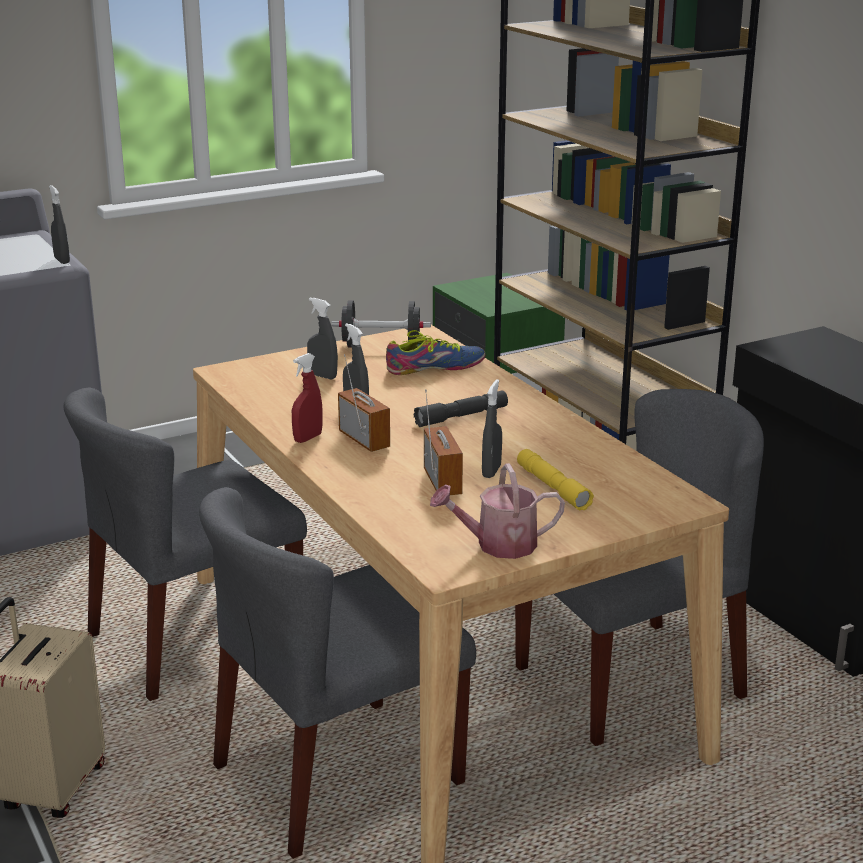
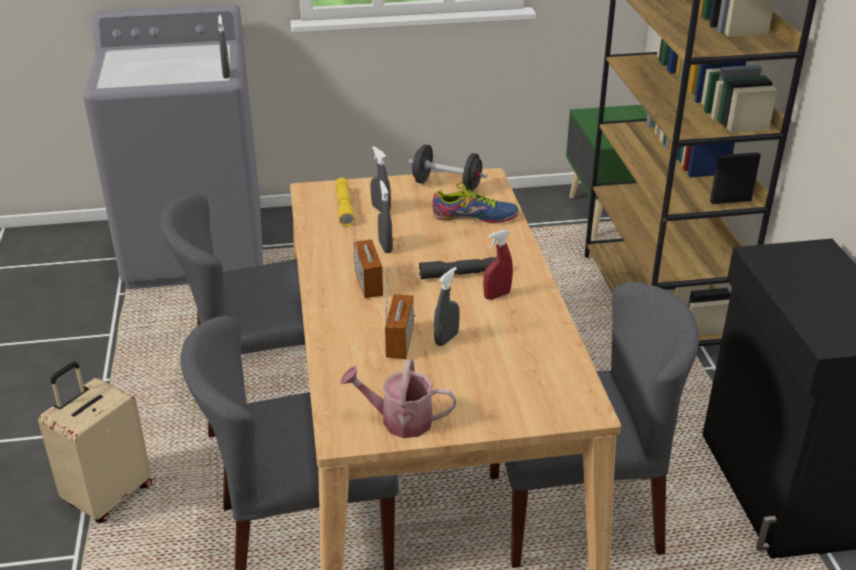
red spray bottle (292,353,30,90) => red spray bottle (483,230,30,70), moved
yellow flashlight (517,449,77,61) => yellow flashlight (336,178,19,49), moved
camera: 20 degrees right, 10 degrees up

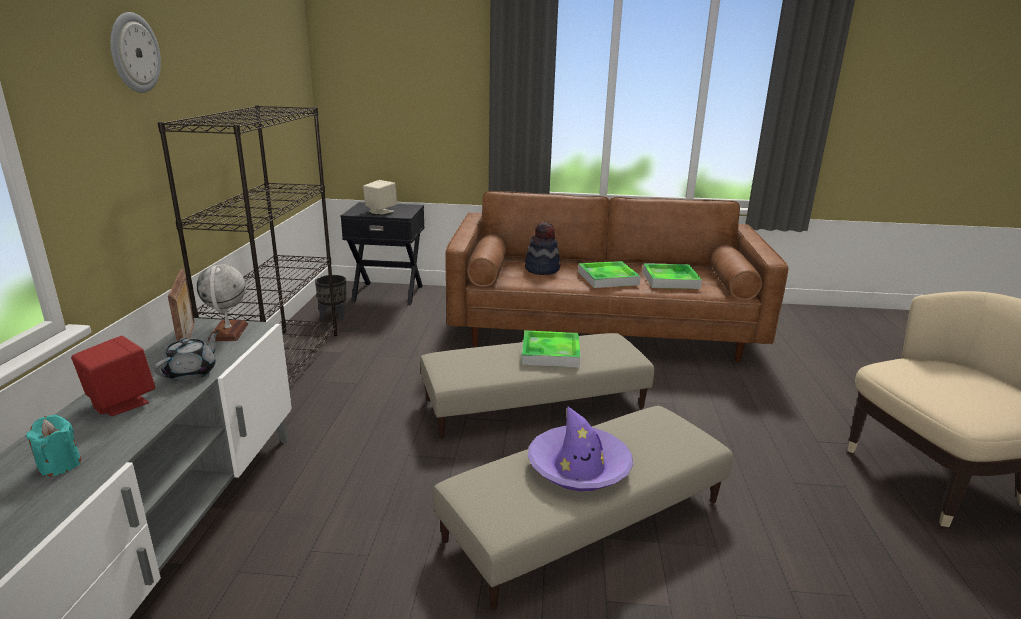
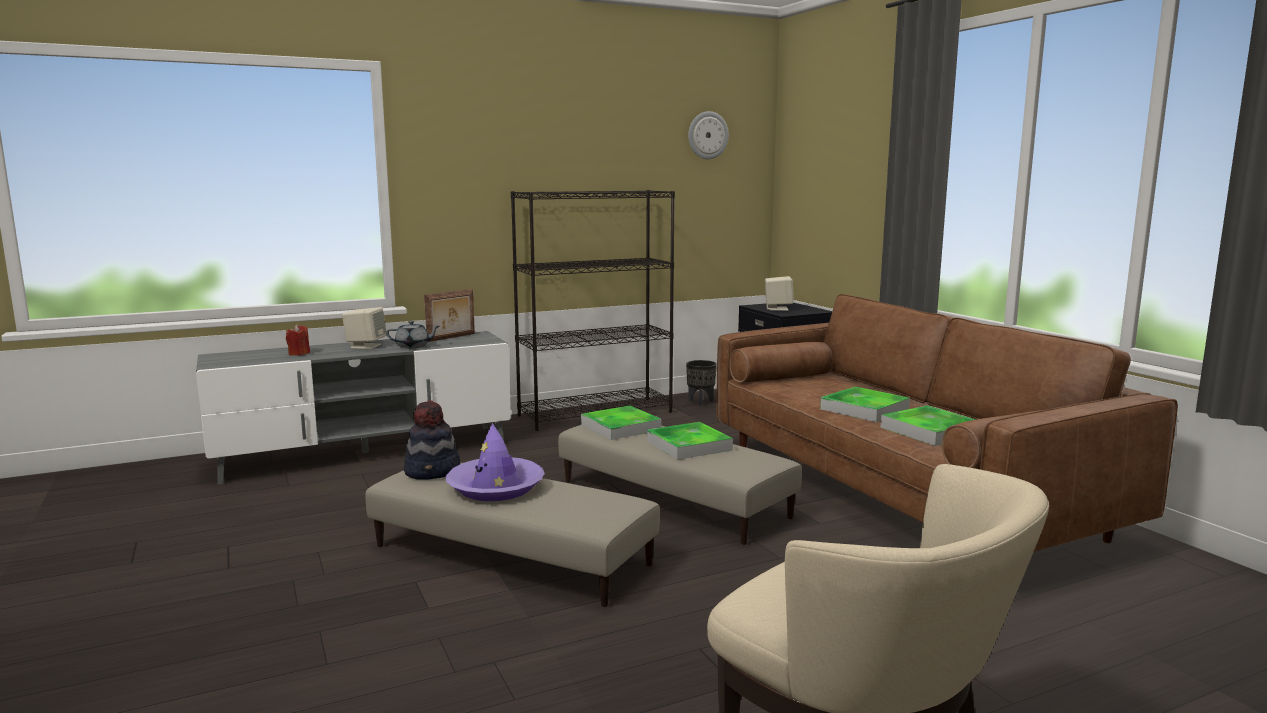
turquoise candle (26,415,55,61) => red candle (286,325,24,31)
red speaker (71,336,84,80) => beige speaker (342,307,44,42)
wall clock (110,12,51,81) => wall clock (688,111,41,48), moved
globe (197,264,51,77) => nothing
hat (525,222,35,53) => hat (404,400,56,80), moved
nothing => tray (581,406,81,34)
camera: 60 degrees right, 10 degrees down

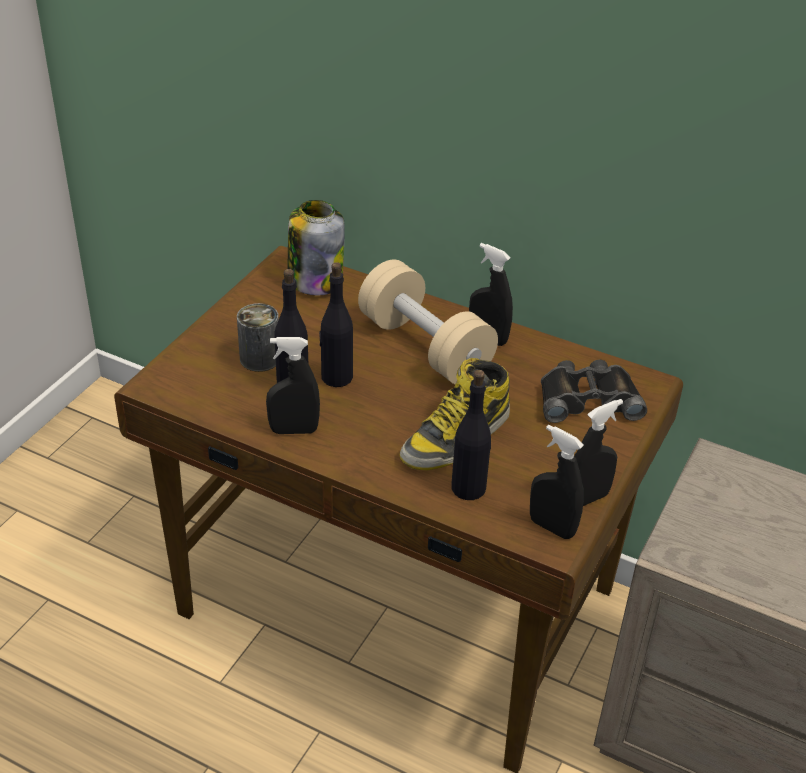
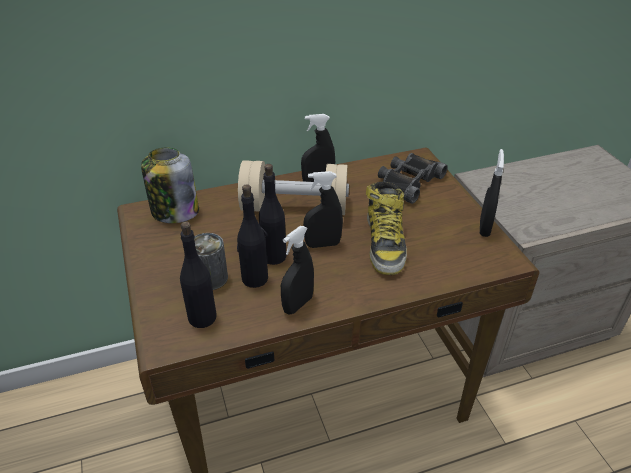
black bottle (451,370,40,130) => black bottle (180,221,37,107), moved
black spray bottle (530,424,54,115) => black spray bottle (303,171,40,77), moved
camera: 45 degrees left, 0 degrees up

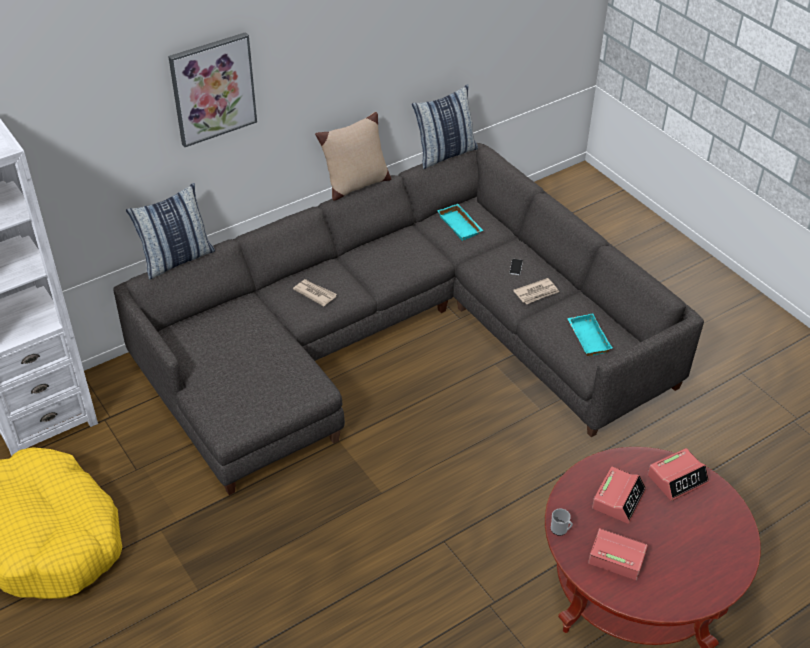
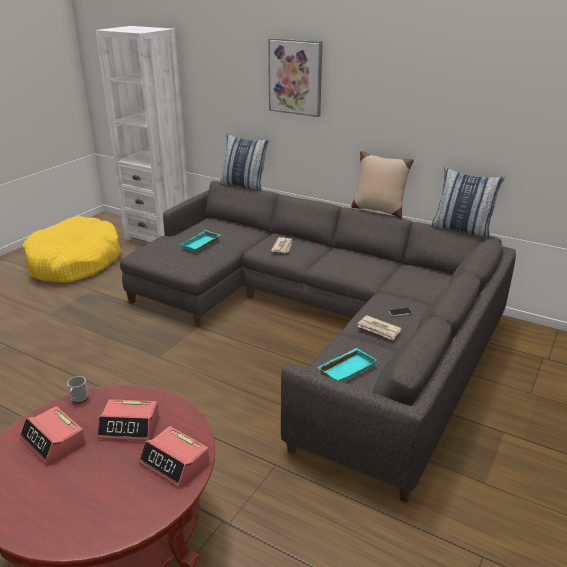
turquoise tray (437,204,47,37) => turquoise tray (180,230,40,21), moved
alarm clock (588,528,60,52) => alarm clock (20,406,65,58), 135 degrees clockwise
camera: 65 degrees right, 15 degrees down

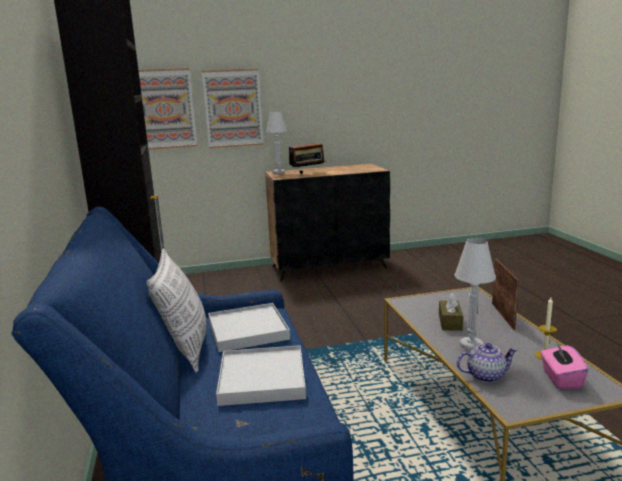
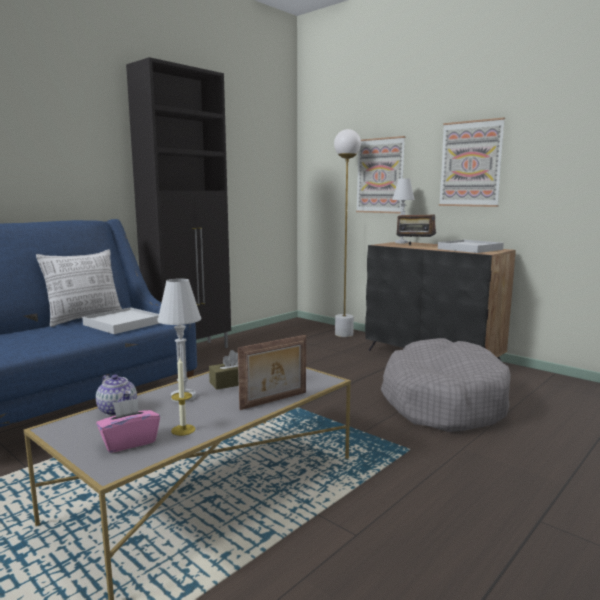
picture (139,68,58,82) => picture (439,117,66,90), moved
white tray (216,345,90,61) => white tray (438,240,66,13), moved
nothing => white floor lamp (334,129,27,208)
nothing => grey dog bed (381,338,130,94)
camera: 55 degrees right, 5 degrees down

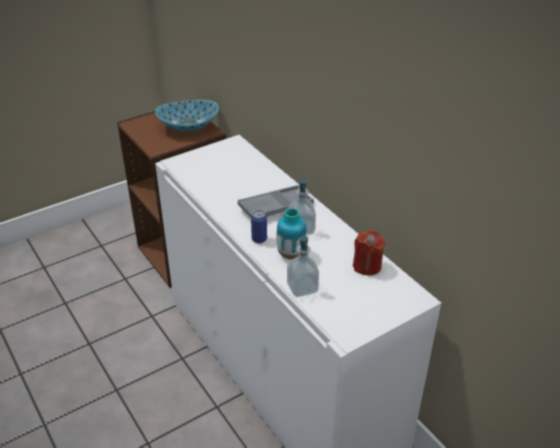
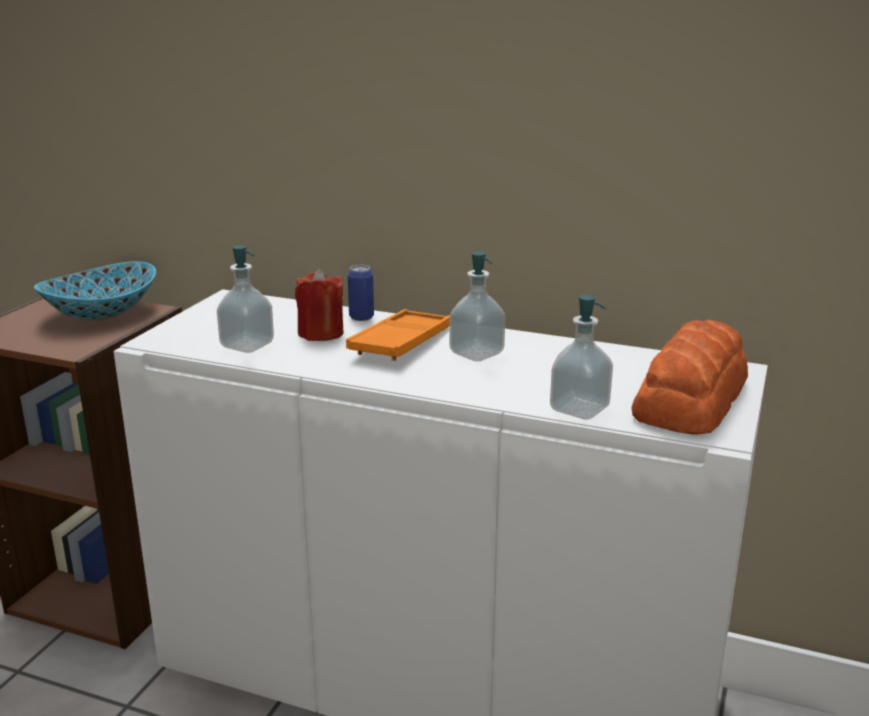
grey tray (238,185,76,33) => orange tray (346,309,104,52)
can (251,210,16,33) => can (348,265,26,56), moved
vase (276,208,31,51) => nothing
red candle (353,230,33,46) => red candle (295,269,49,72), moved
nothing => soap dispenser (217,245,57,108)
nothing => bread (631,320,117,115)
camera: 35 degrees left, 15 degrees down

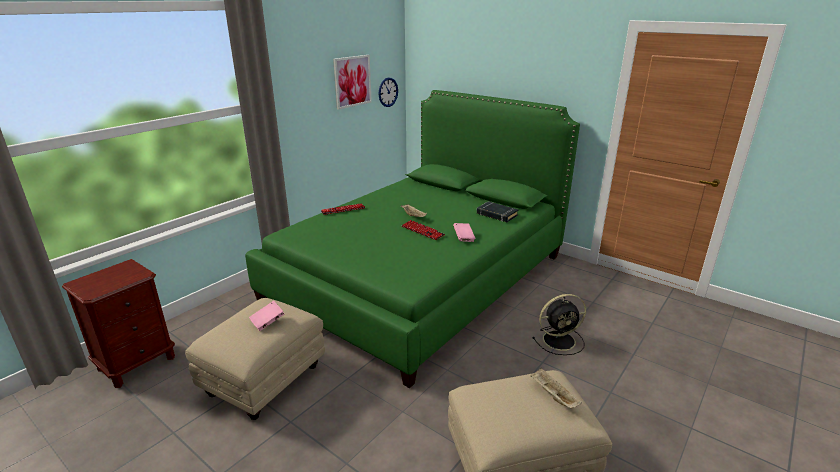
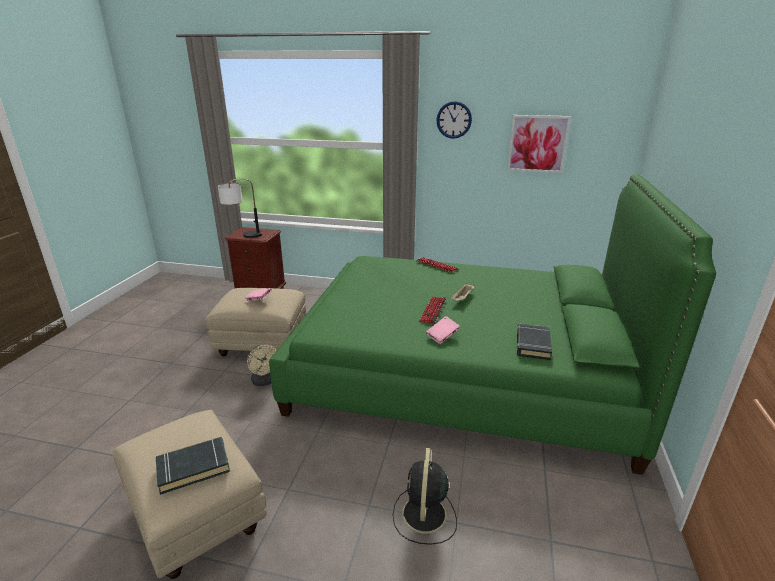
wall clock (379,78,19,29) => wall clock (436,101,36,38), moved
beige tray (531,368,51,40) => black book (156,437,74,58)
black fan (532,294,54,61) => black fan (393,448,64,97), 45 degrees clockwise
nothing => table lamp (218,179,44,59)
nothing => beige fan (247,345,30,41)
camera: 65 degrees right, 0 degrees up

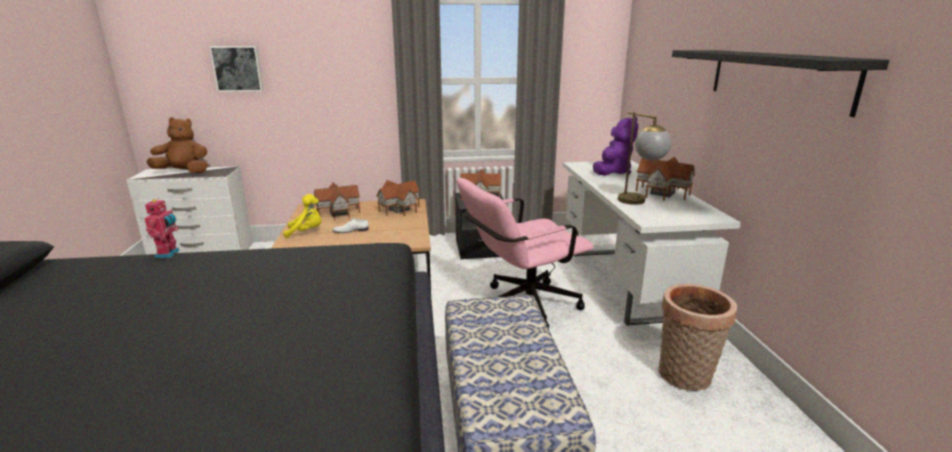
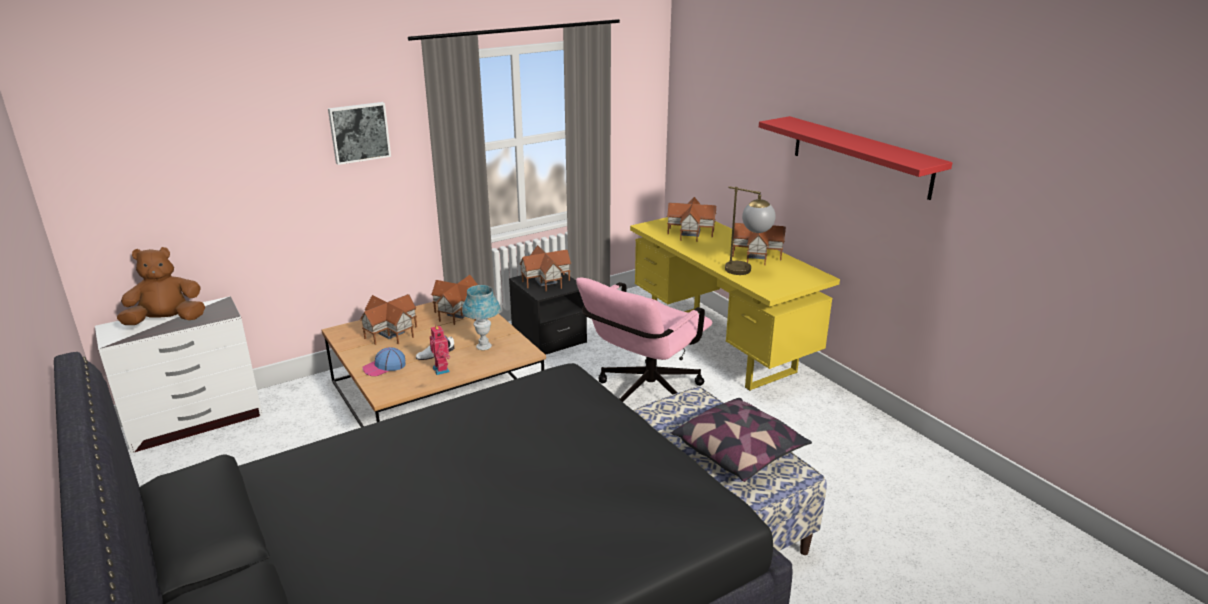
toy robot (144,198,36,60) => toy robot (430,326,21,49), moved
picture (209,46,55,46) => picture (328,102,63,63), moved
yellow plush toy (284,194,37,44) => cap (362,347,43,29)
white desk (563,160,178,166) => yellow desk (630,217,210,174)
purple plush toy (593,117,45,59) => toy house (667,197,50,45)
basket (658,284,79,107) => nothing
black shelf (672,50,217,67) => red shelf (759,116,194,84)
nothing => blue table lamp (462,285,38,65)
nothing => pillow (672,398,140,84)
camera: 25 degrees left, 5 degrees up

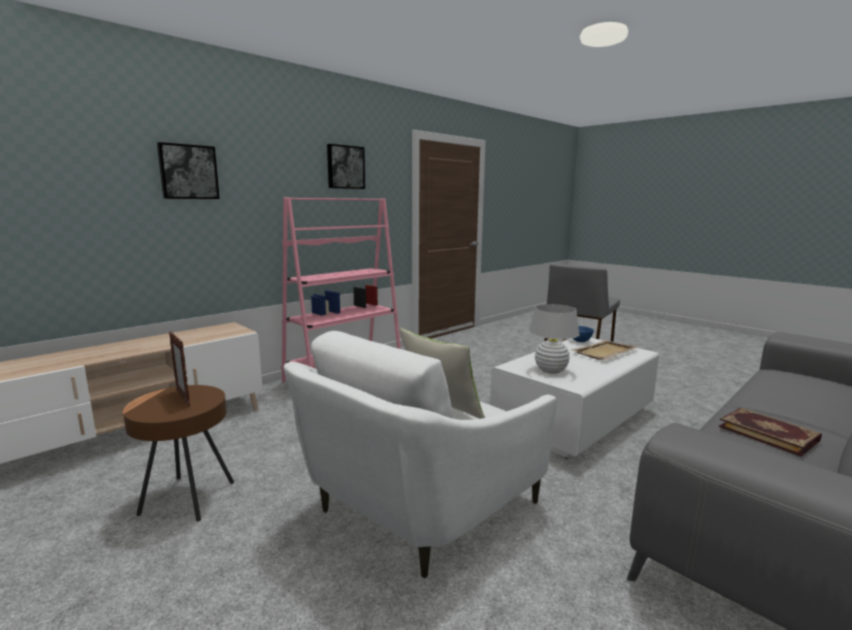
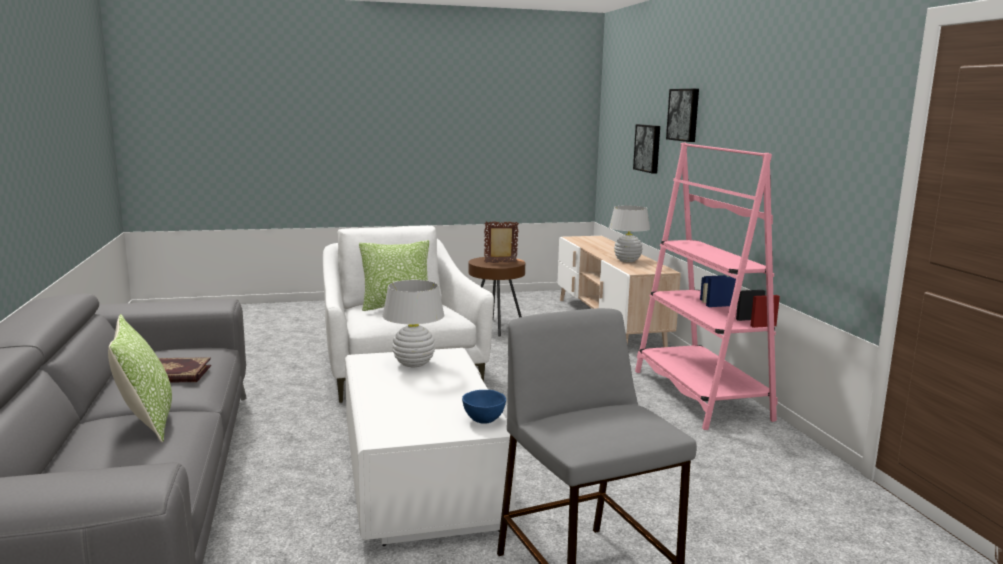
picture (327,144,38,45) => picture (633,124,27,49), moved
beige tray (571,340,68,20) => nothing
nothing => pillow (108,314,64,129)
nothing => white table lamp (609,205,41,57)
camera: 120 degrees right, 0 degrees up

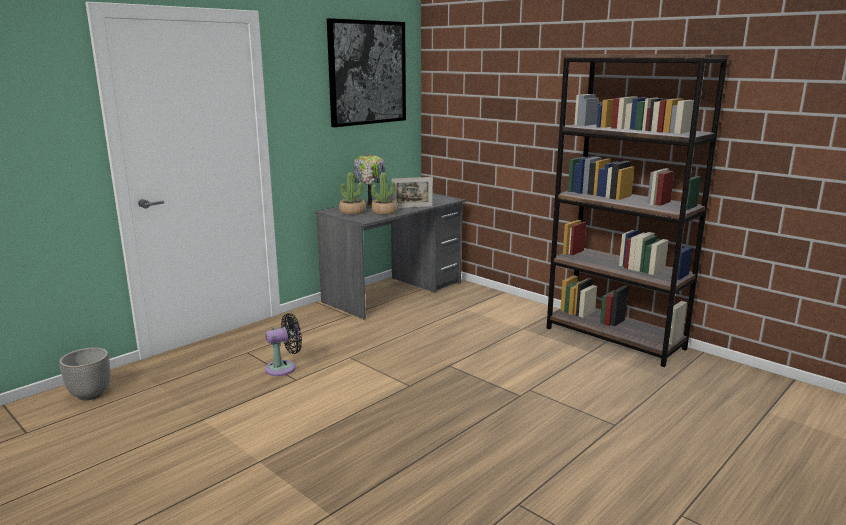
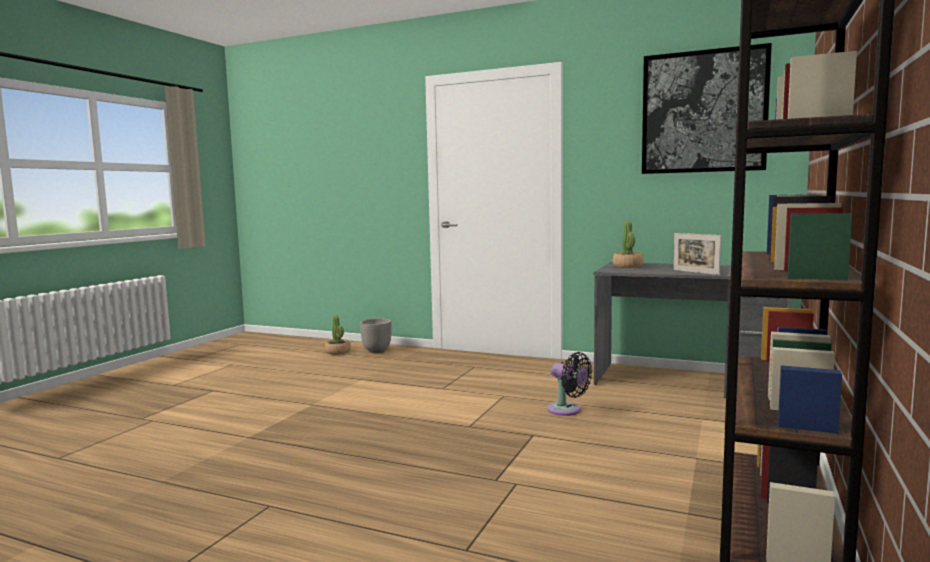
black fan (265,313,37,63) => black fan (548,352,44,64), moved
table lamp (353,154,32,53) => nothing
potted plant (371,172,27,43) => potted plant (325,315,26,40), moved
camera: 70 degrees right, 10 degrees down

